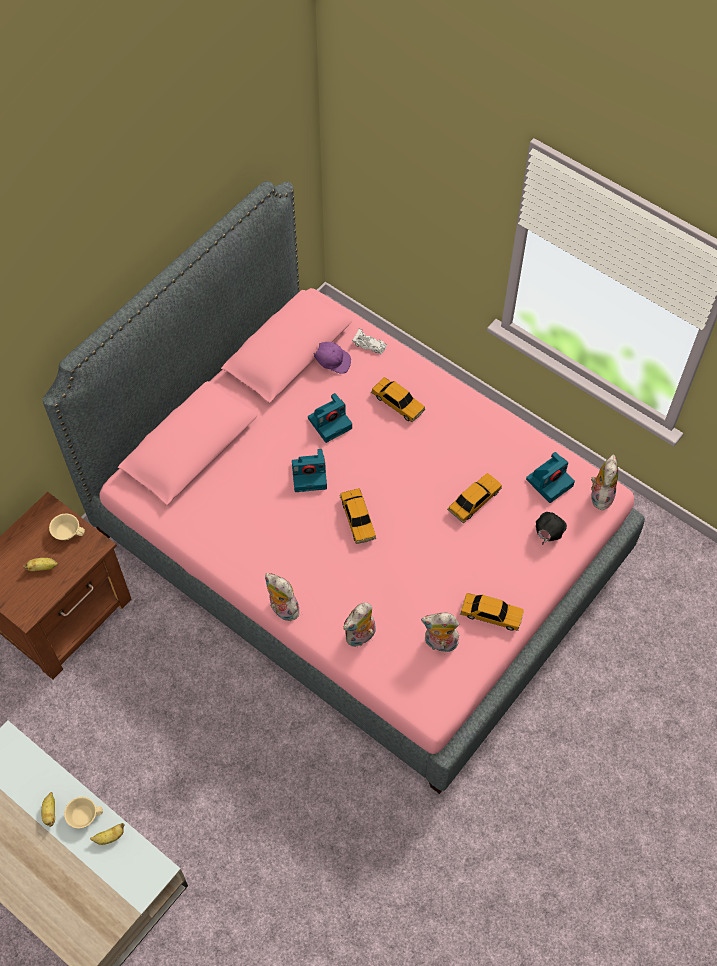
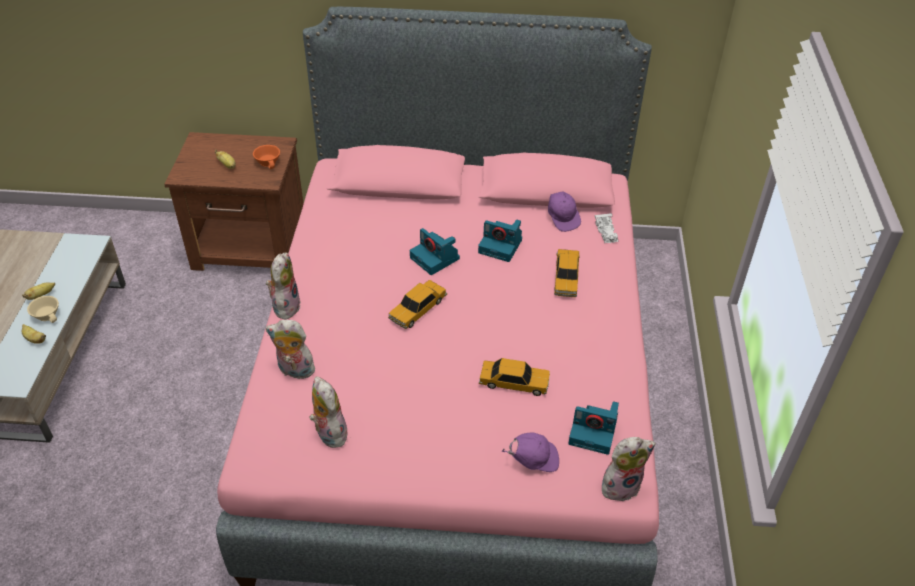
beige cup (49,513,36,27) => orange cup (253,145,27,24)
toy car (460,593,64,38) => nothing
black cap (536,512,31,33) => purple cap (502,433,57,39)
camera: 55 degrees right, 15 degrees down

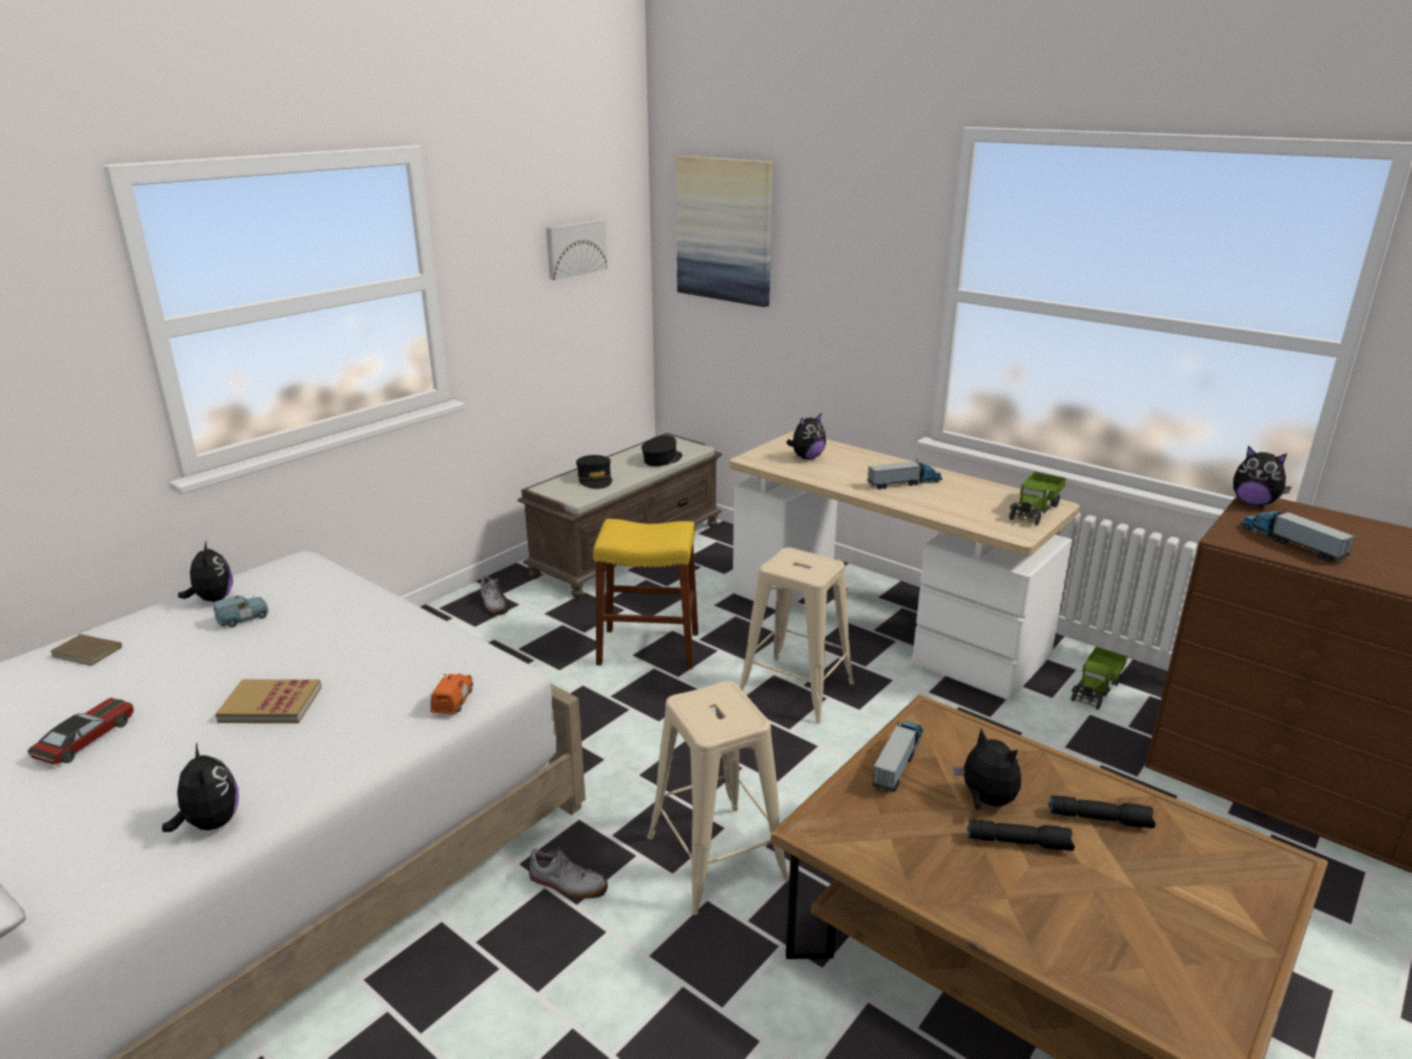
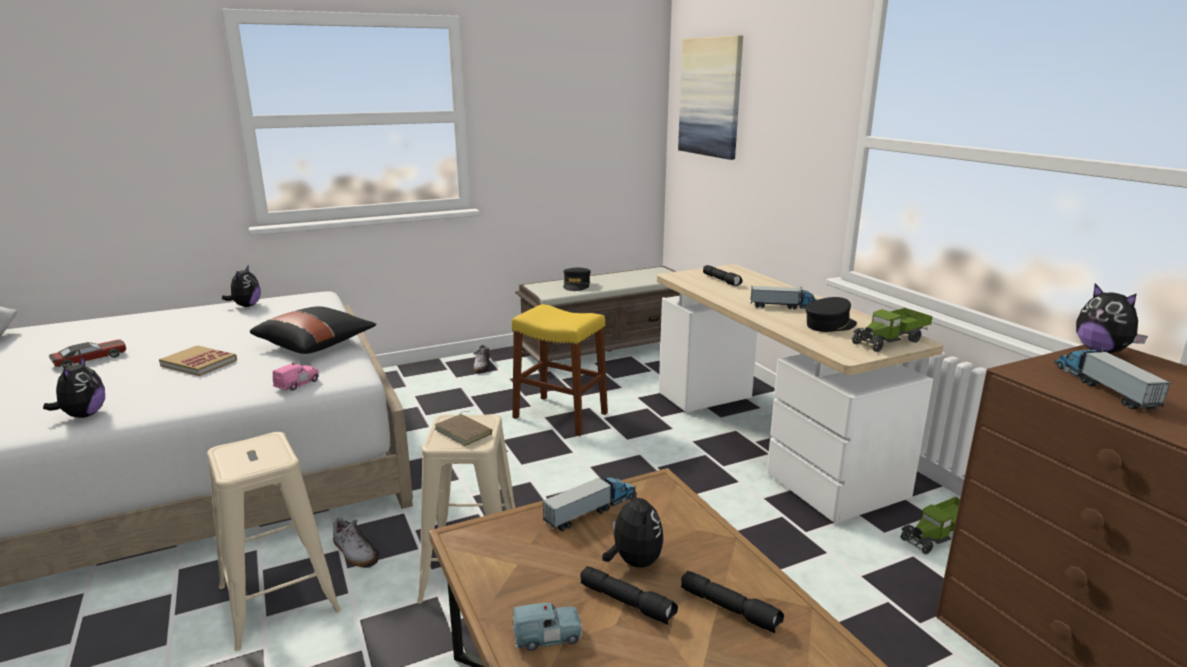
brown book (50,629,72,37) => brown book (435,411,57,35), moved
blue toy car (213,595,56,33) => blue toy car (512,603,70,48), moved
orange toy car (430,673,43,41) => pink toy car (273,363,46,28)
picture (546,219,61,61) => nothing
black cap (641,435,41,31) => black cap (805,297,52,35), moved
beige stool (740,548,114,176) => beige stool (207,432,134,219), moved
plush toy (786,414,40,46) => black flashlight (703,265,40,21)
nothing => black pillow (250,306,126,48)
camera: 25 degrees right, 5 degrees down

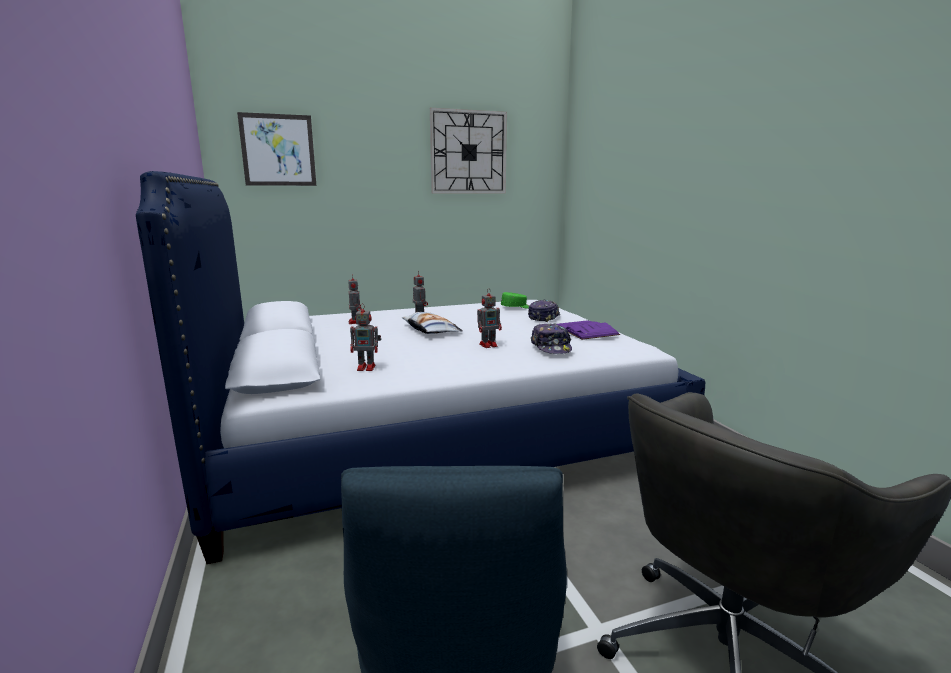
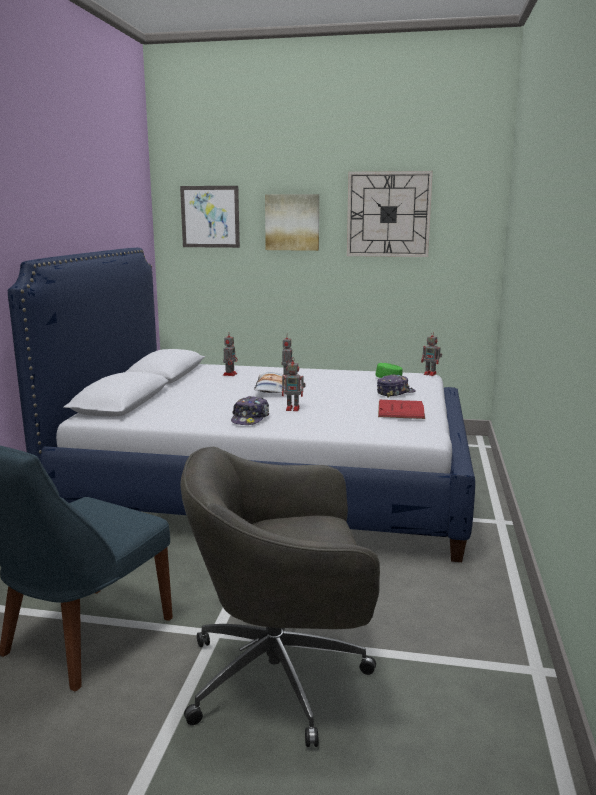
toy robot (350,303,31,68) => toy robot (421,331,21,45), moved
cap (531,323,41,31) => cap (231,396,38,29), moved
purple book (556,320,64,20) => red book (378,400,47,19)
nothing => picture (265,194,54,57)
camera: 30 degrees right, 0 degrees up

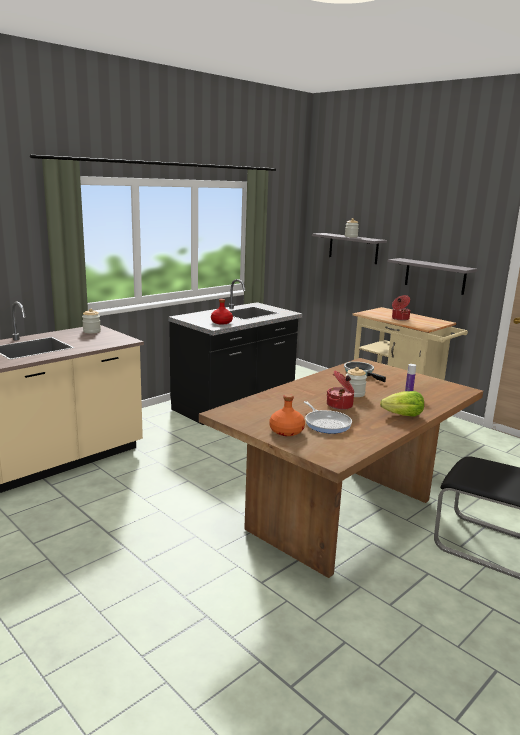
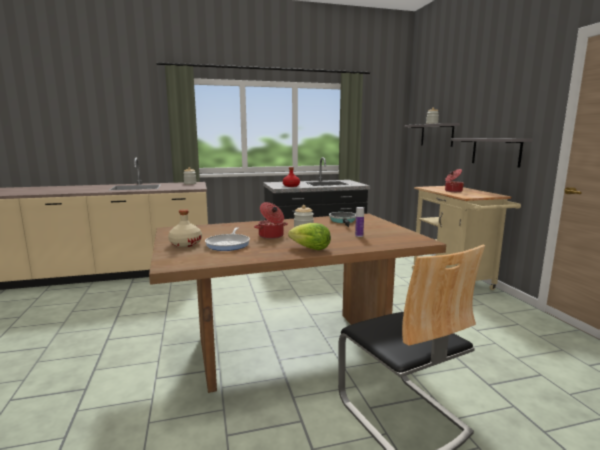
orange bottle (269,394,36,42) => beige bottle (168,209,34,38)
camera: 30 degrees right, 5 degrees down

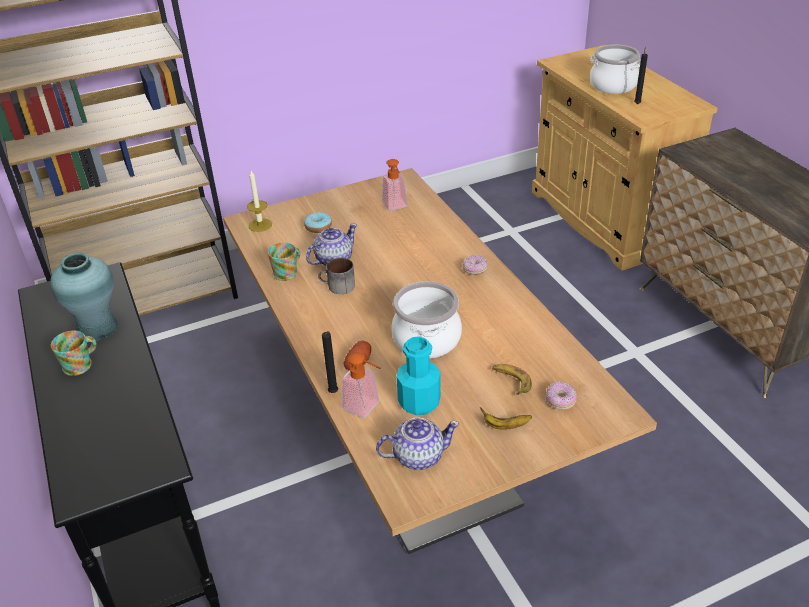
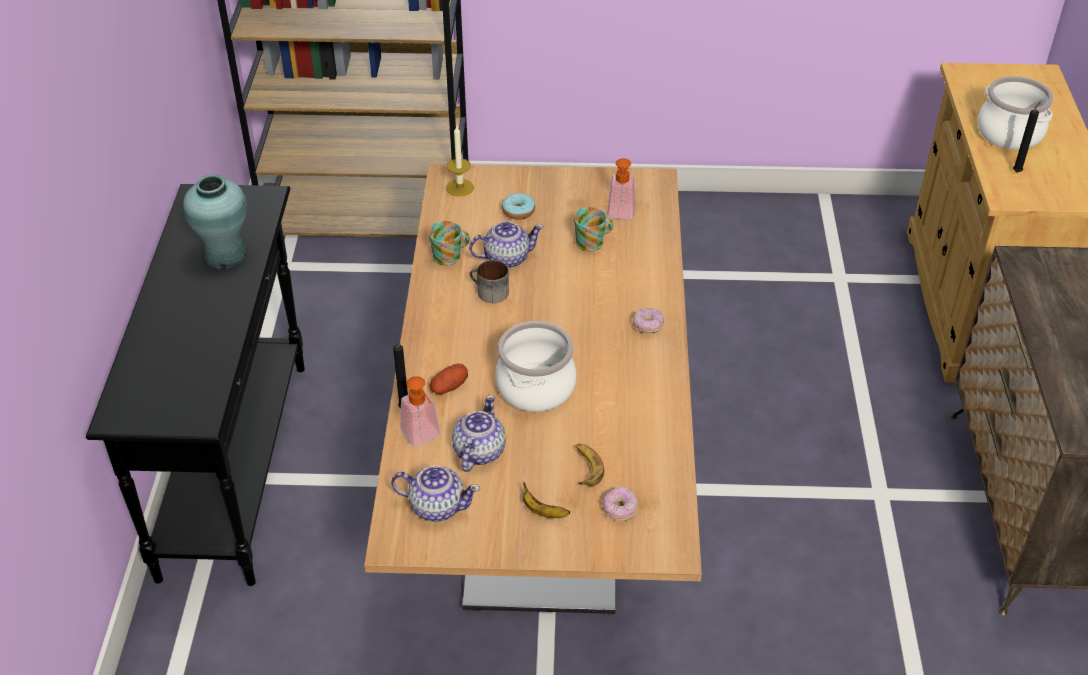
mug (51,331,46,45) => mug (574,207,40,44), moved
turquoise bottle (397,336,44,79) => teapot (452,395,54,77)
camera: 25 degrees right, 5 degrees up

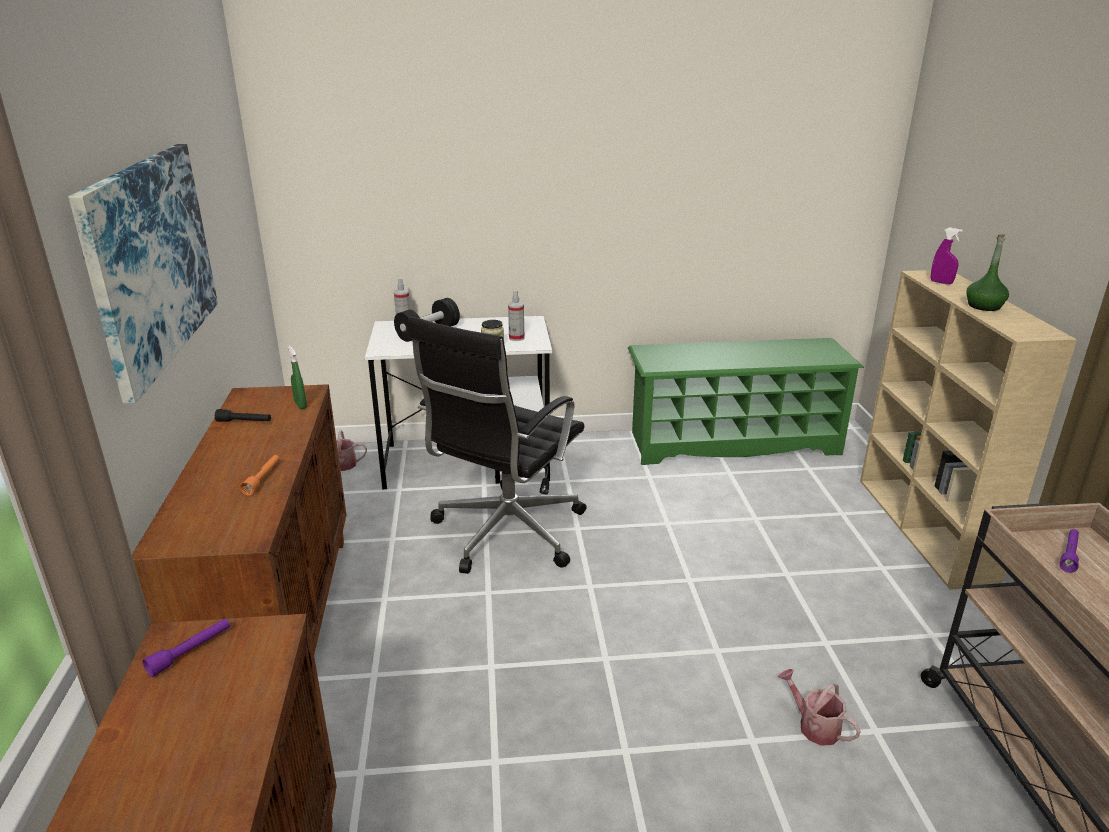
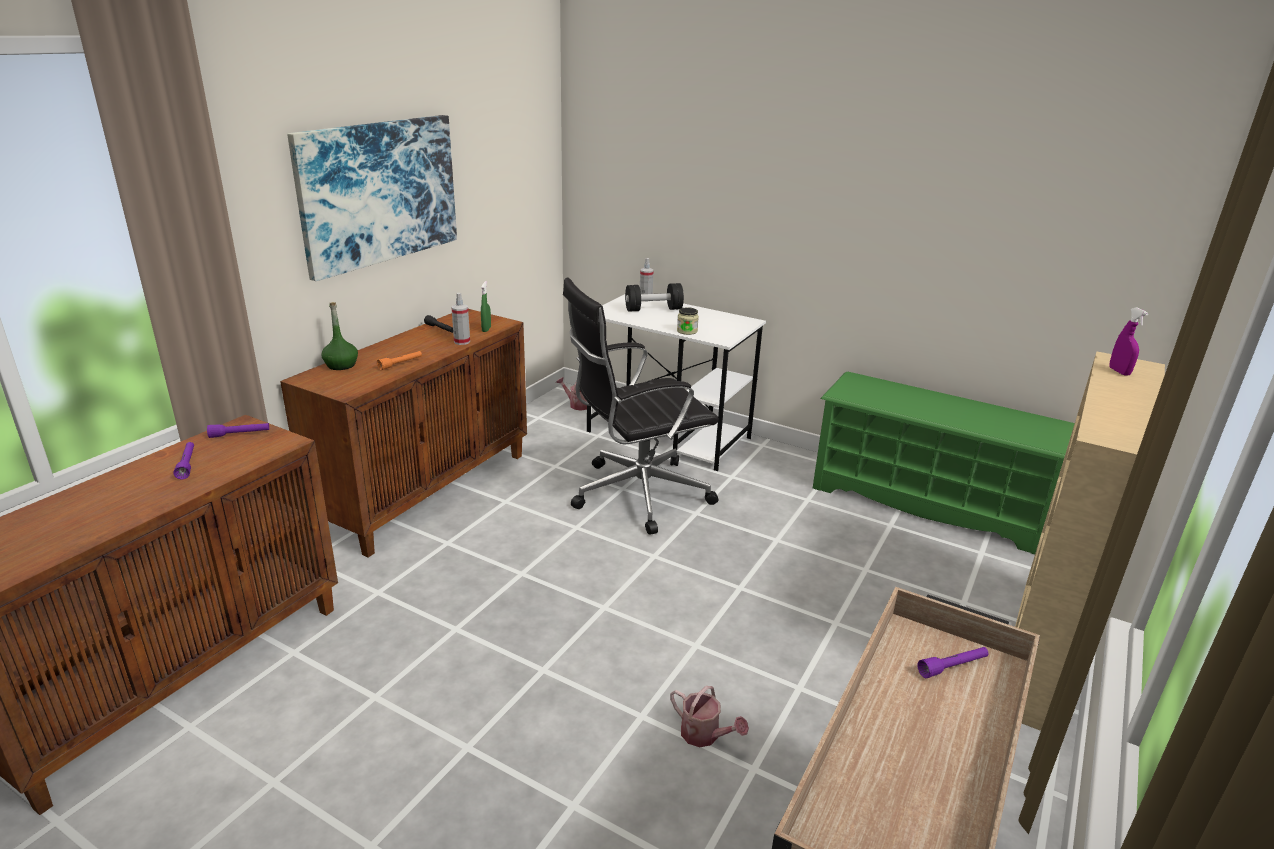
spray bottle (508,290,16,51) => spray bottle (451,293,19,52), moved
watering can (778,669,83,77) => watering can (670,686,79,61), 135 degrees clockwise
green bottle (966,234,43,77) => green bottle (321,302,37,68), moved
nothing => purple flashlight (173,442,21,37)
camera: 35 degrees right, 0 degrees up

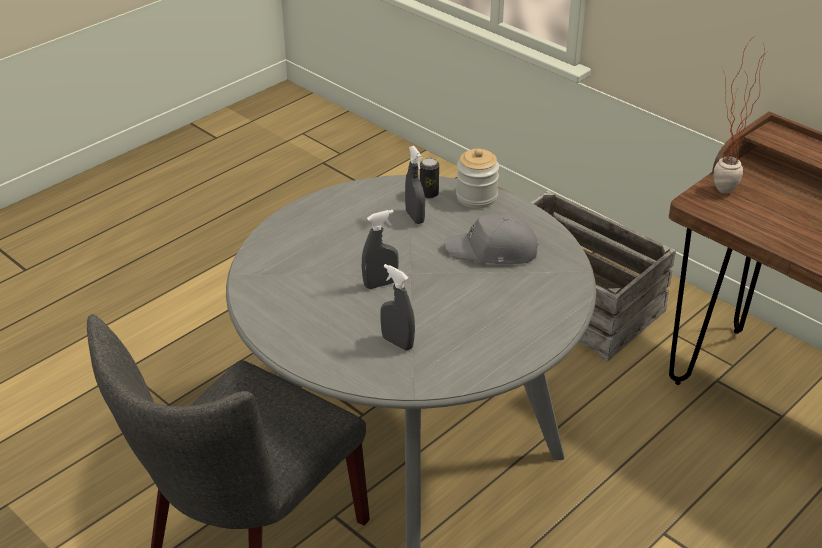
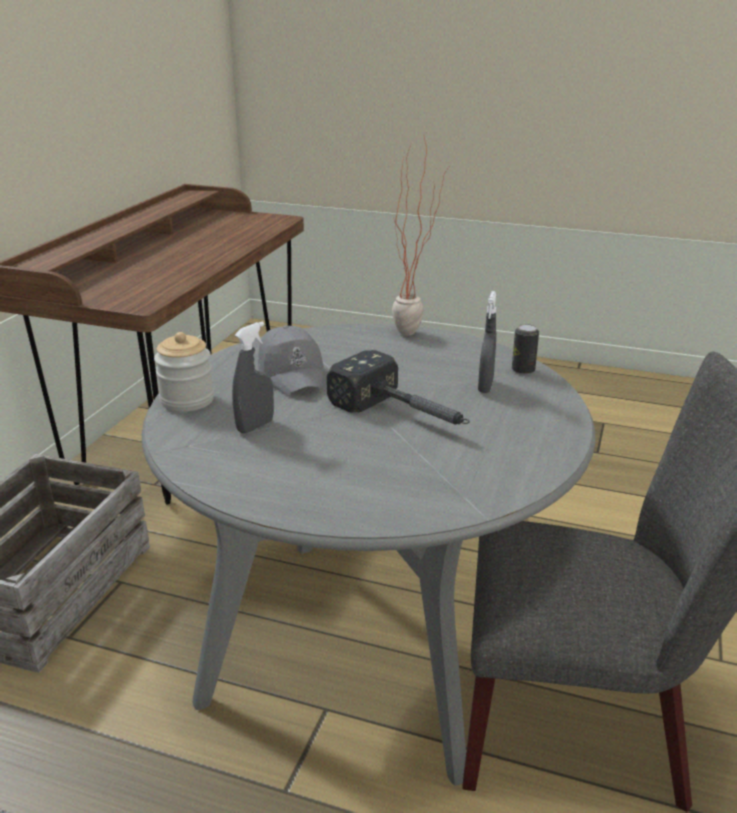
grey spray bottle (362,210,37,79) => hammer (327,350,143,75)
can (420,158,19,40) => can (512,324,27,51), moved
potted plant (714,35,54,159) => potted plant (392,137,58,199), moved
camera: 115 degrees left, 10 degrees down

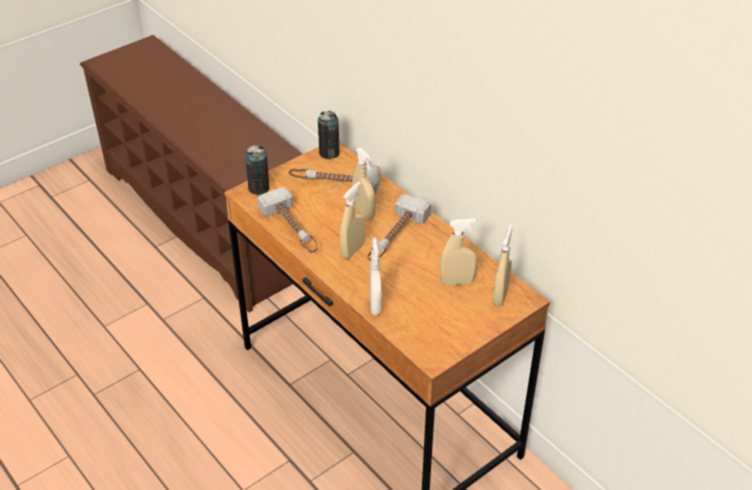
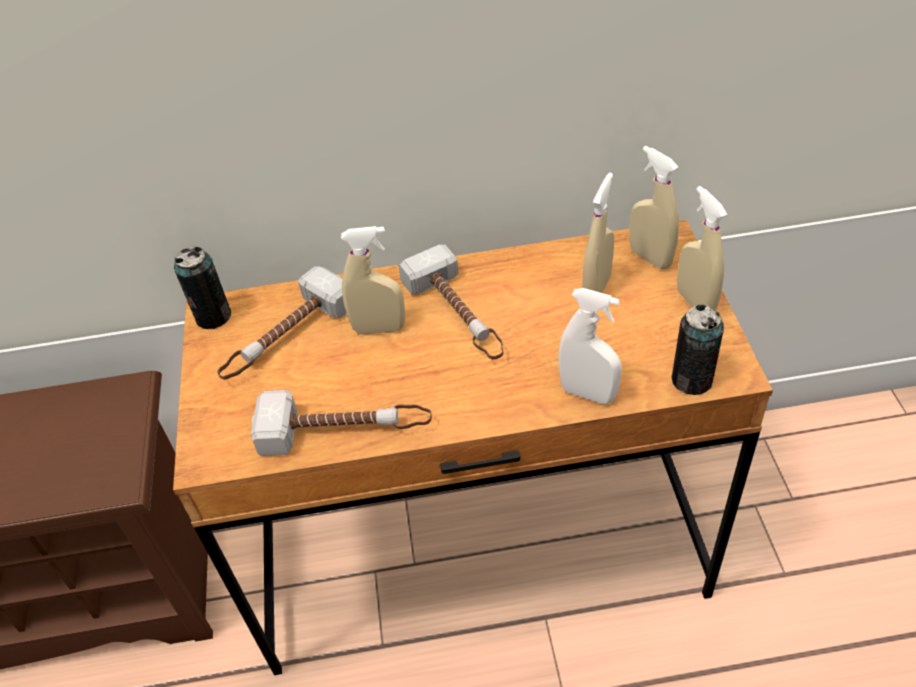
can (245,145,25,50) => can (672,304,52,91), moved
beige spray bottle (340,182,25,77) => beige spray bottle (677,186,51,125), moved
camera: 55 degrees left, 5 degrees up

